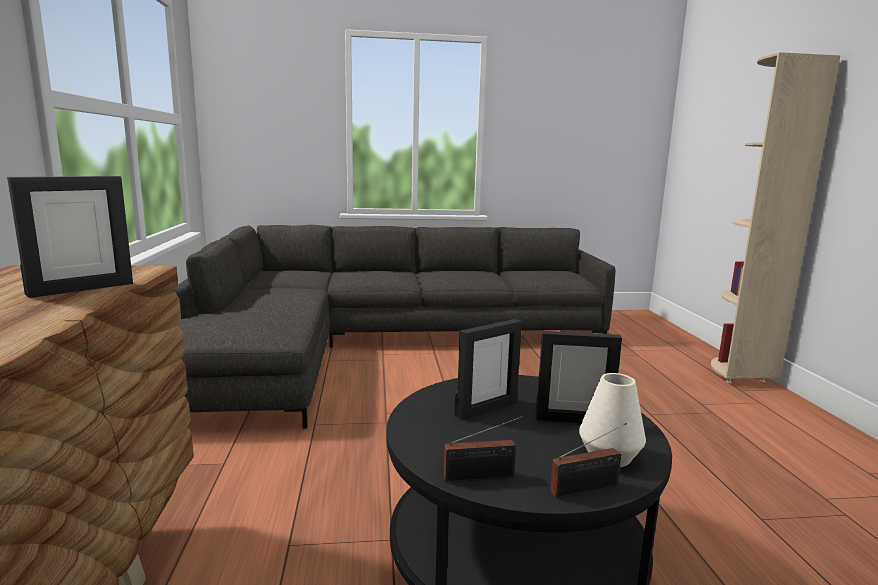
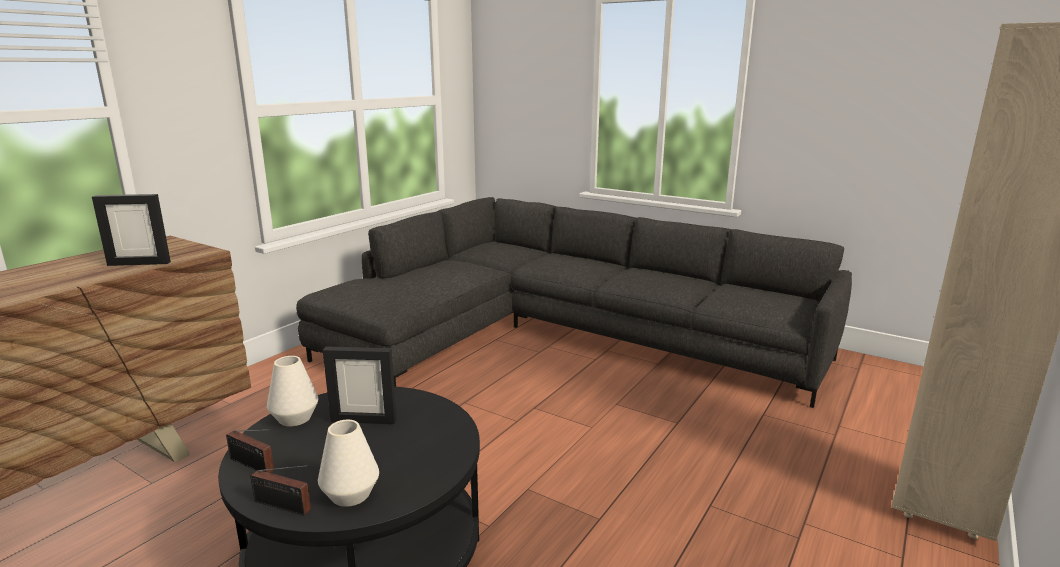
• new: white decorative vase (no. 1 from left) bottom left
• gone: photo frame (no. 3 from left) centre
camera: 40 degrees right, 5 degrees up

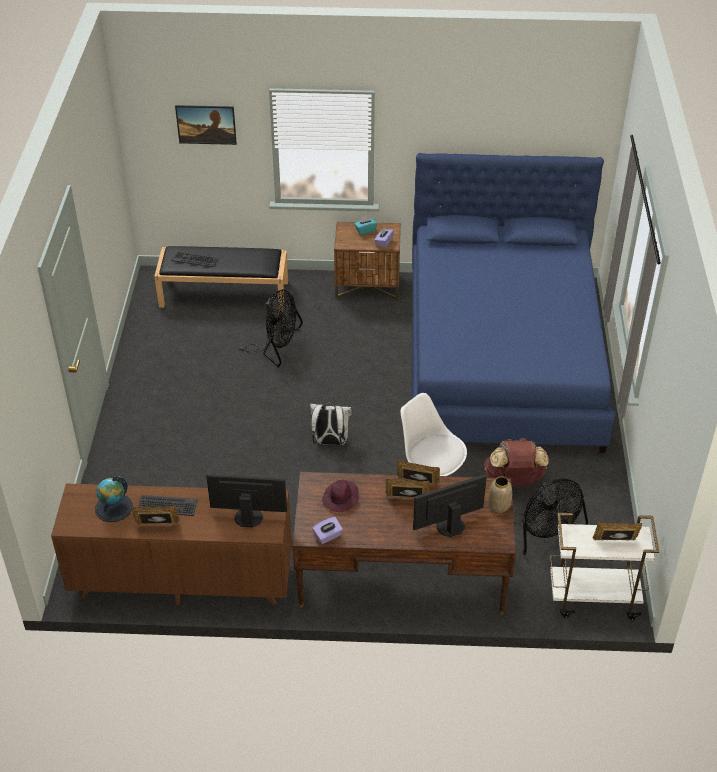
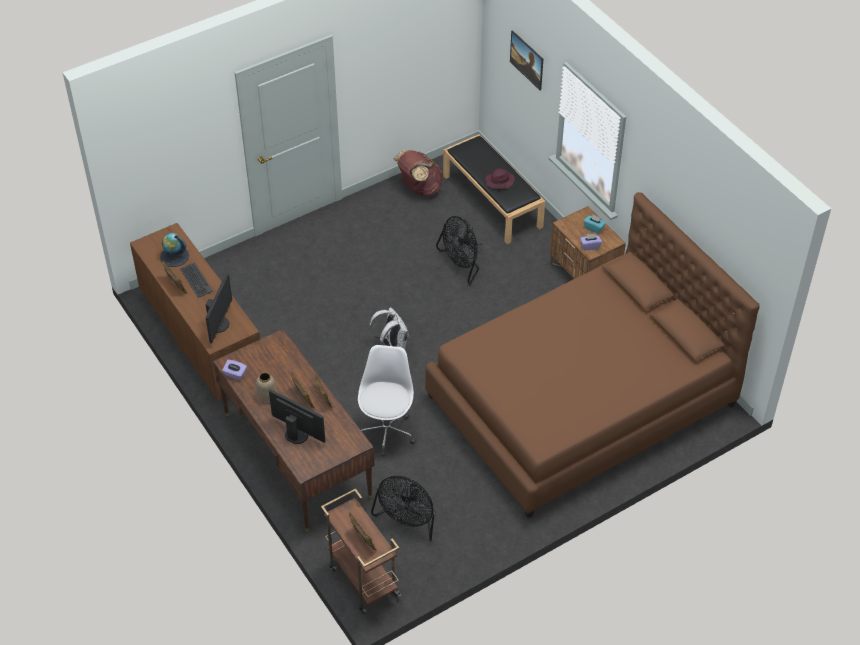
• rotated: computer display (no. 1 from left) centre = middle left 45 degrees clockwise
• shifted: decorative vase middle right to middle left
• repainted: white wheeled cart bottom right to brownish wheeled cart bottom centre
• shifted: brownish rucksack middle right to top centre
• repainted: bluish bed middle right to brownish bed middle right
• rotated: black-coloured fan (no. 1 from left in the first image) centre = centre 75 degrees clockwise
• shifted: purplish clothing hat centre to top centre
• gone: PC keyboard (no. 2 from left) middle left
camera: 55 degrees right, 5 degrees up

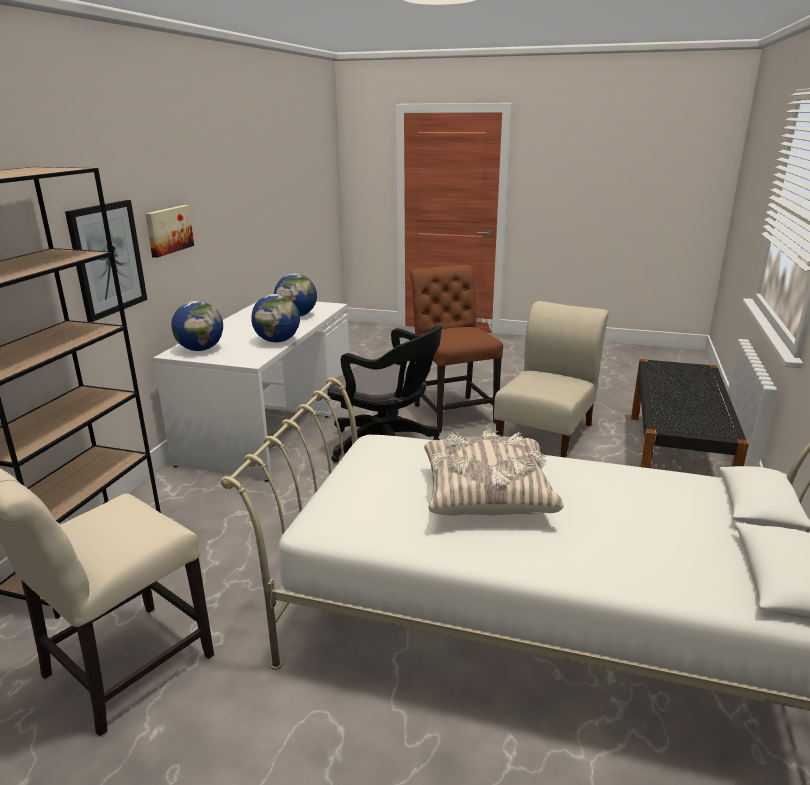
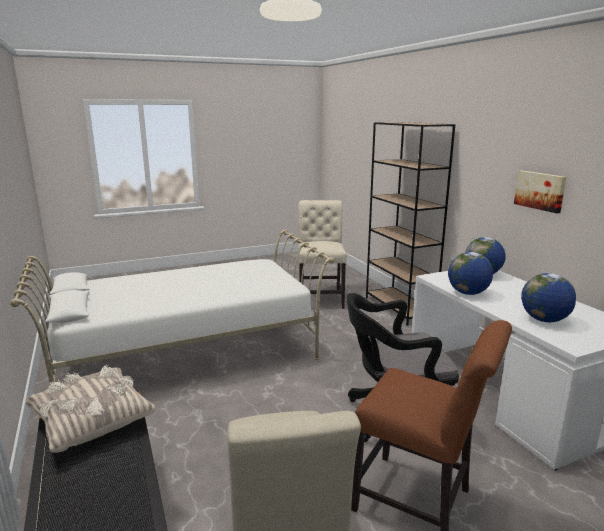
• shifted: sand-coloured cushion centre to bottom left
• gone: picture (no. 1 from left) top left
camera: 140 degrees right, 5 degrees down

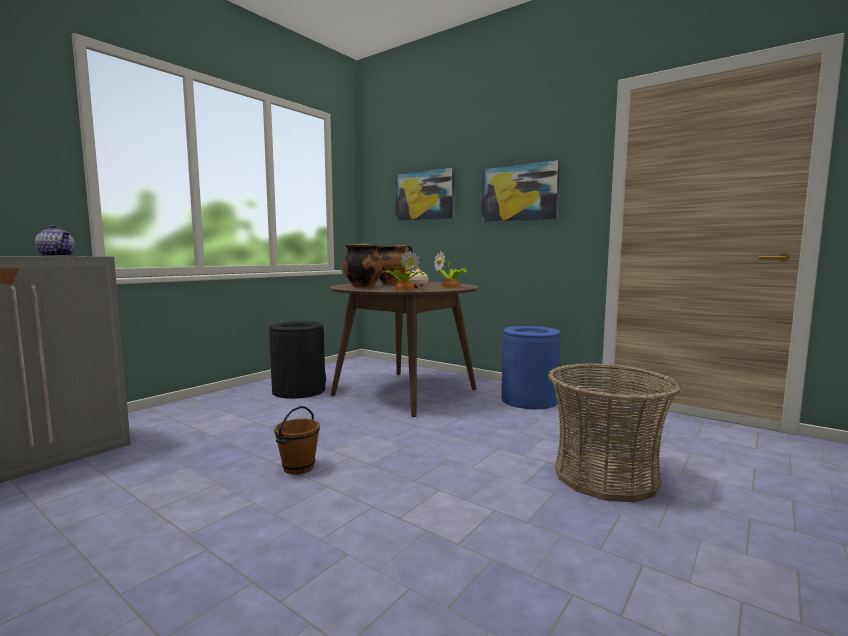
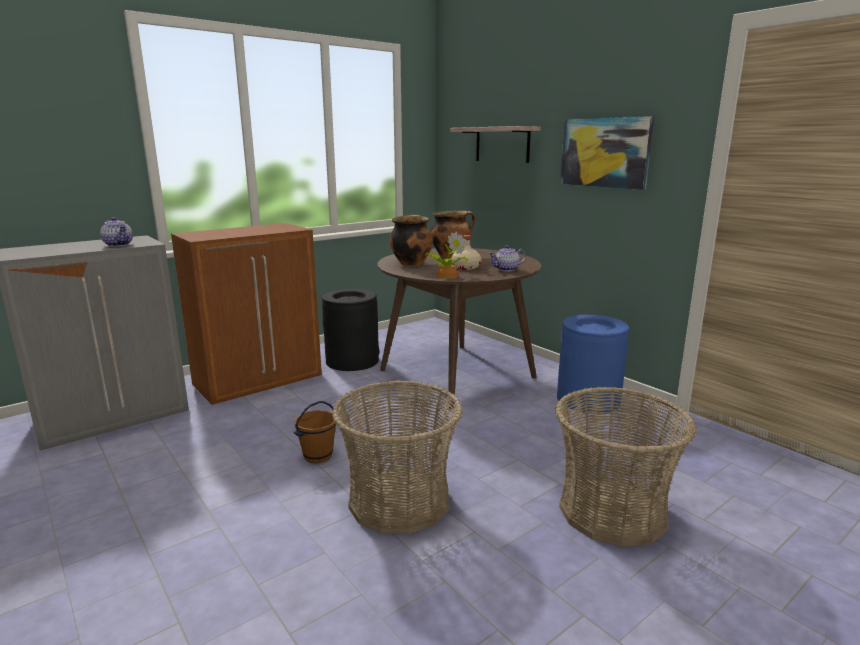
• new: brownish storage cabinet middle left
• new: basket (no. 1 from left) bottom centre
• swapped: picture (no. 1 from left) top centre to wall shelf top centre
• swapped: potted plant (no. 2 from left) centre to tea pot (no. 2 from left) centre
camera: 15 degrees right, 10 degrees up

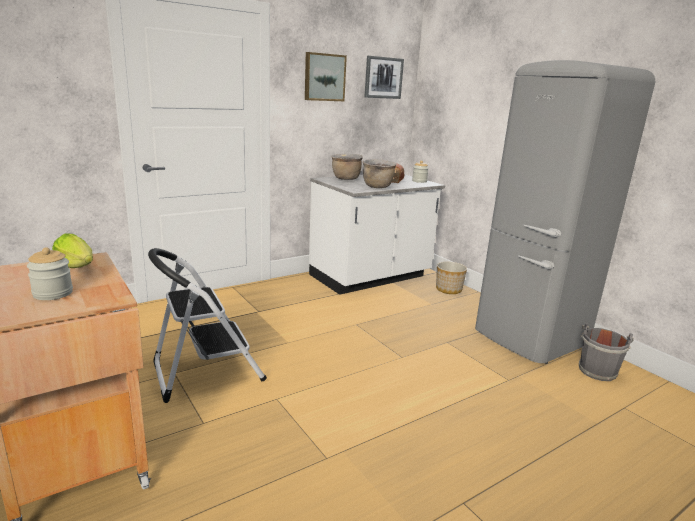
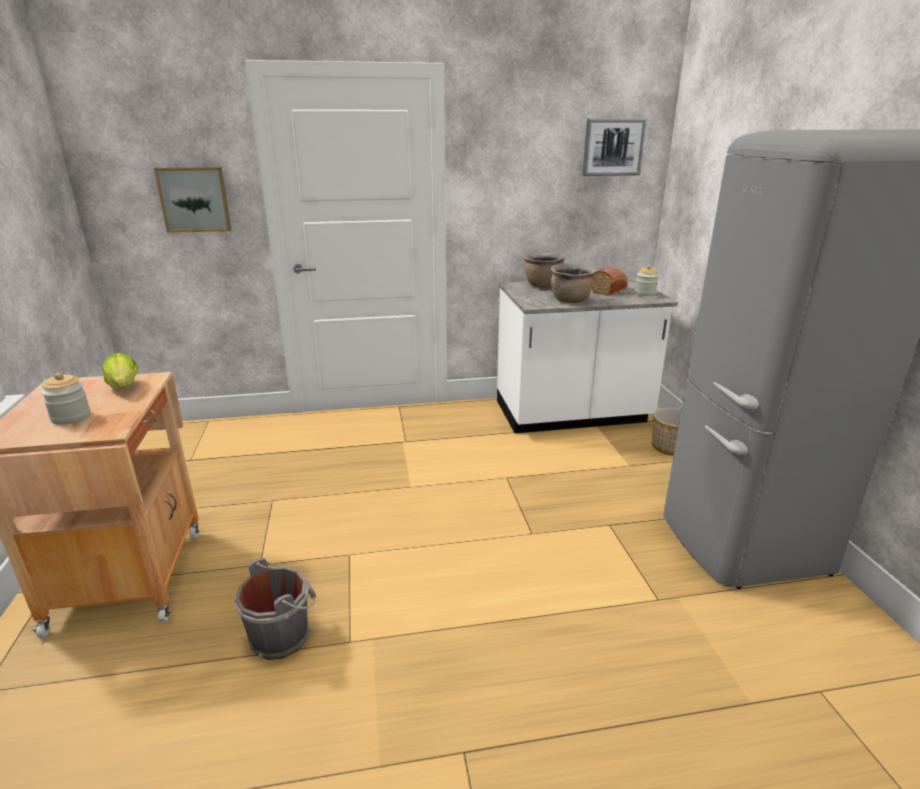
• shifted: picture (no. 1 from left) top centre to top left
• shifted: gray water bucket bottom right to bottom left
• gone: step ladder middle left
camera: 25 degrees right, 5 degrees up

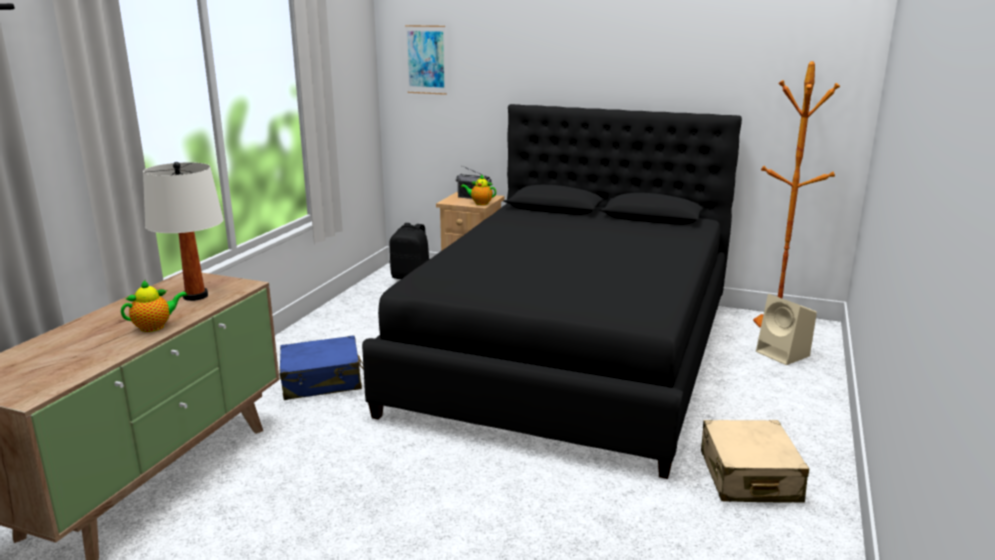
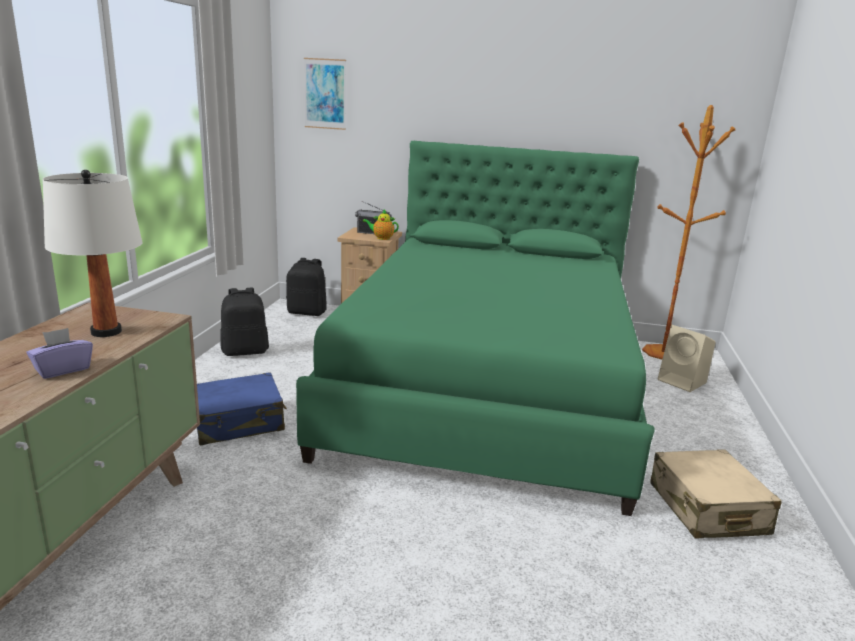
• swapped: tea pot (no. 1 from left) middle left to purplish box of tissues middle left
• new: black-coloured rucksack (no. 1 from left) middle left
• repainted: black-coloured bed centre to green-coloured bed centre
camera: 10 degrees left, 0 degrees up

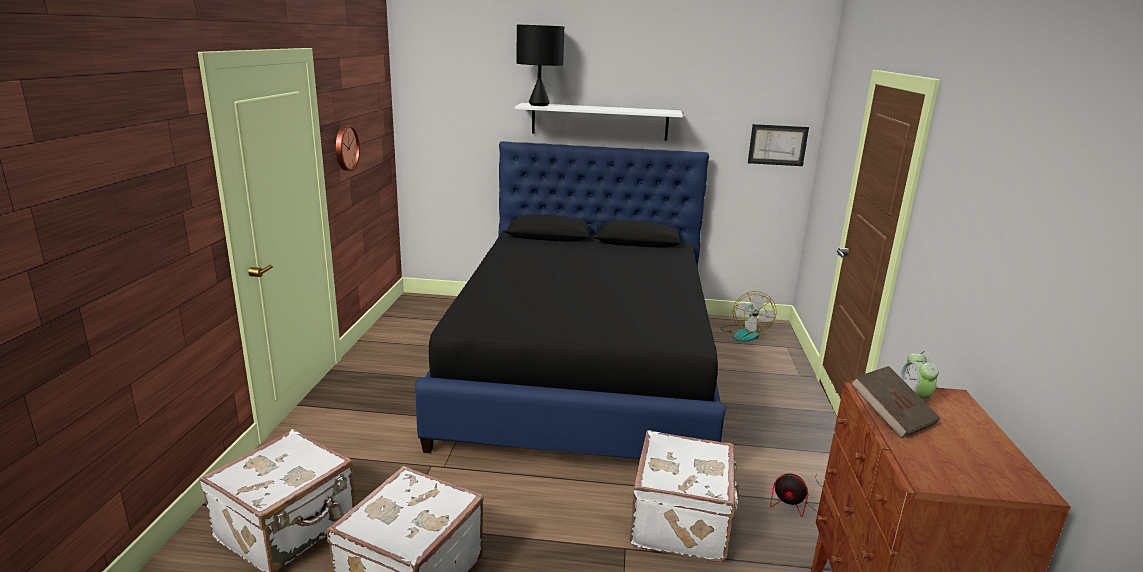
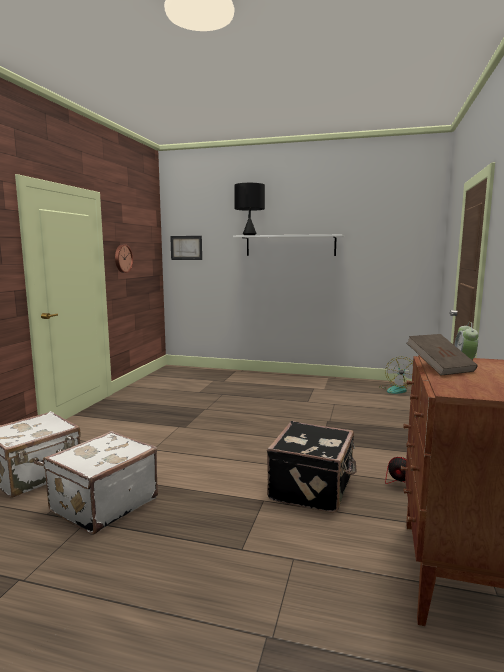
• shifted: picture top right to centre
• repainted: white piece of luggage (no. 3 from left) bottom centre to black-coloured piece of luggage bottom centre
• gone: black-coloured bed centre
camera: 10 degrees right, 10 degrees down

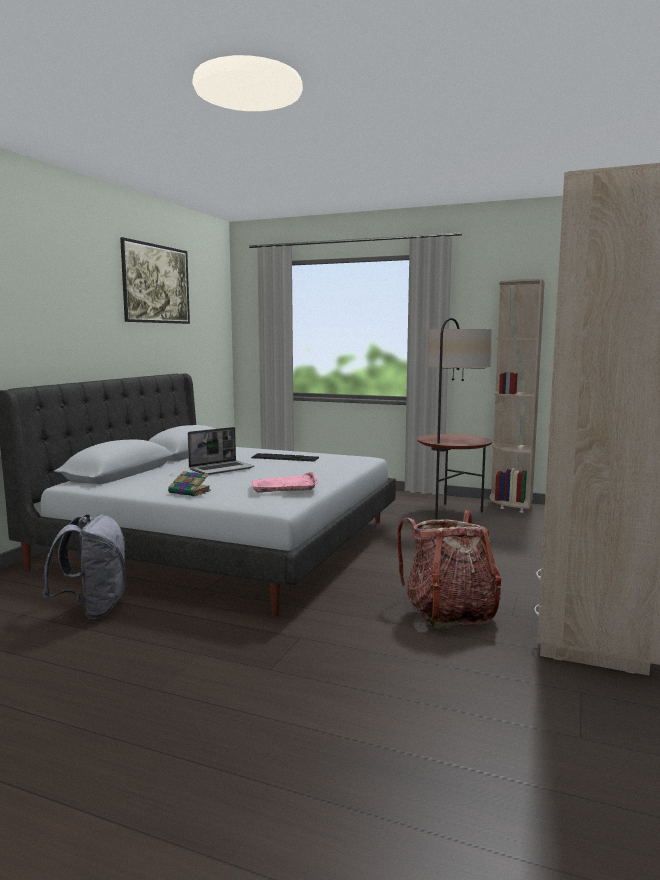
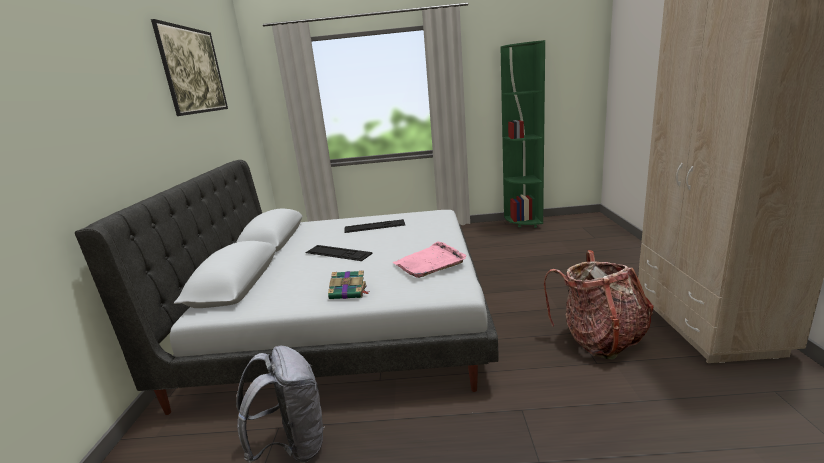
• swapped: portable computer centre to PC keyboard (no. 1 from left) centre
• repainted: sand-coloured bookcase middle right to green-coloured bookcase top centre
• gone: standard lamp middle right
camera: 20 degrees left, 10 degrees up

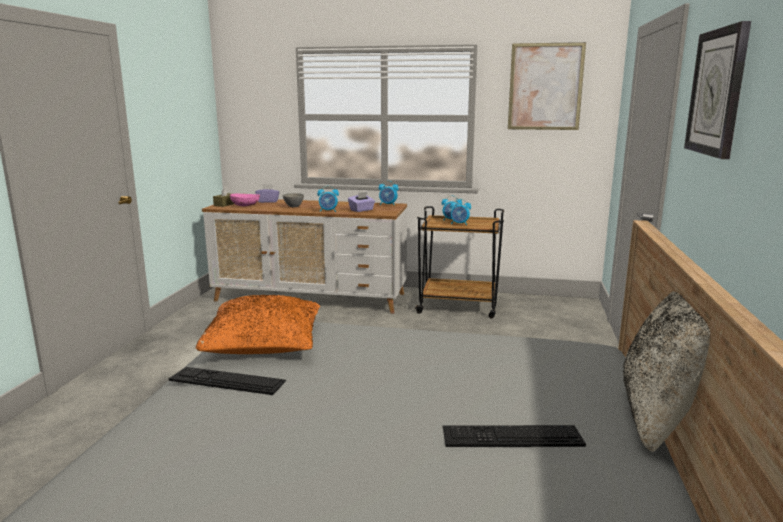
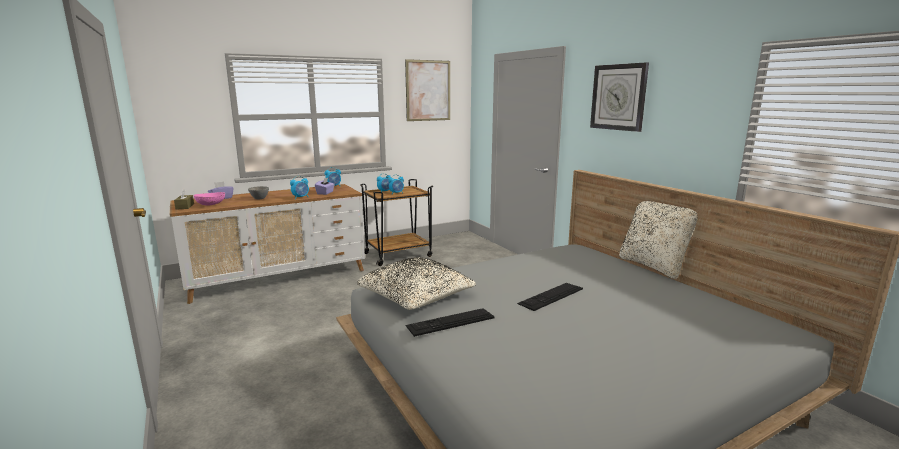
• repainted: orange-coloured cushion middle left to sand-coloured cushion (no. 1 from left) centre
• shifted: PC keyboard (no. 2 from left) bottom centre to centre
camera: 40 degrees left, 0 degrees up

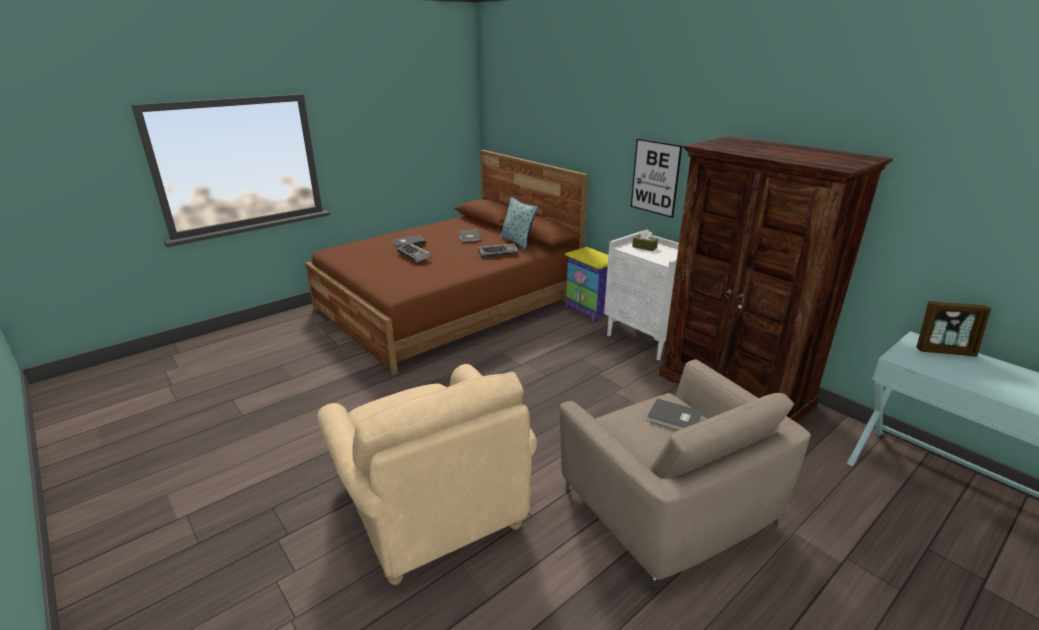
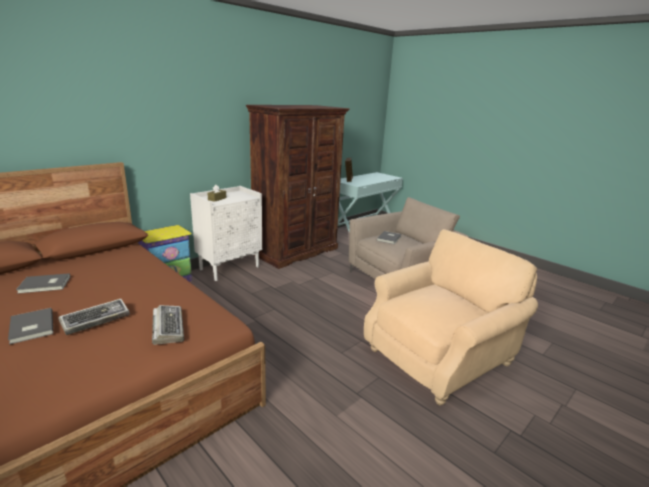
• shifted: PC keyboard (no. 2 from left) centre to bottom left
• gone: cushion centre
• gone: picture top centre
camera: 95 degrees left, 5 degrees down

